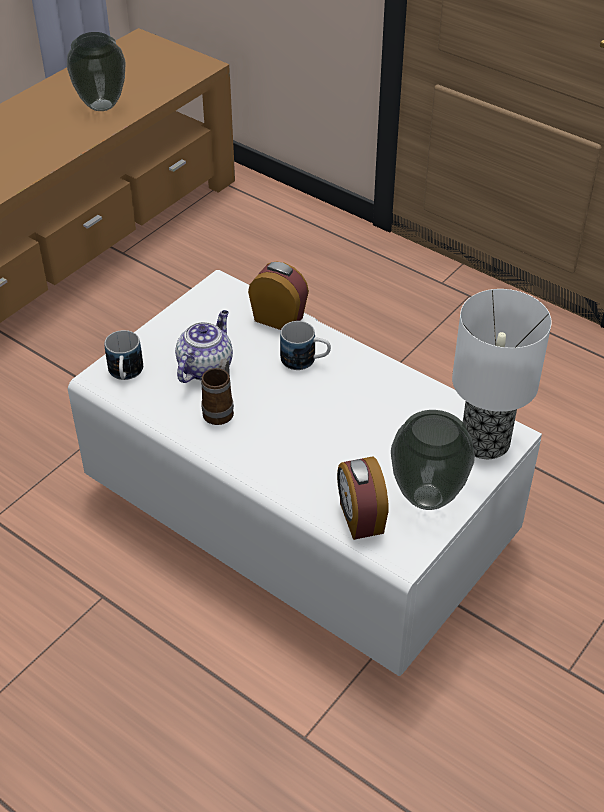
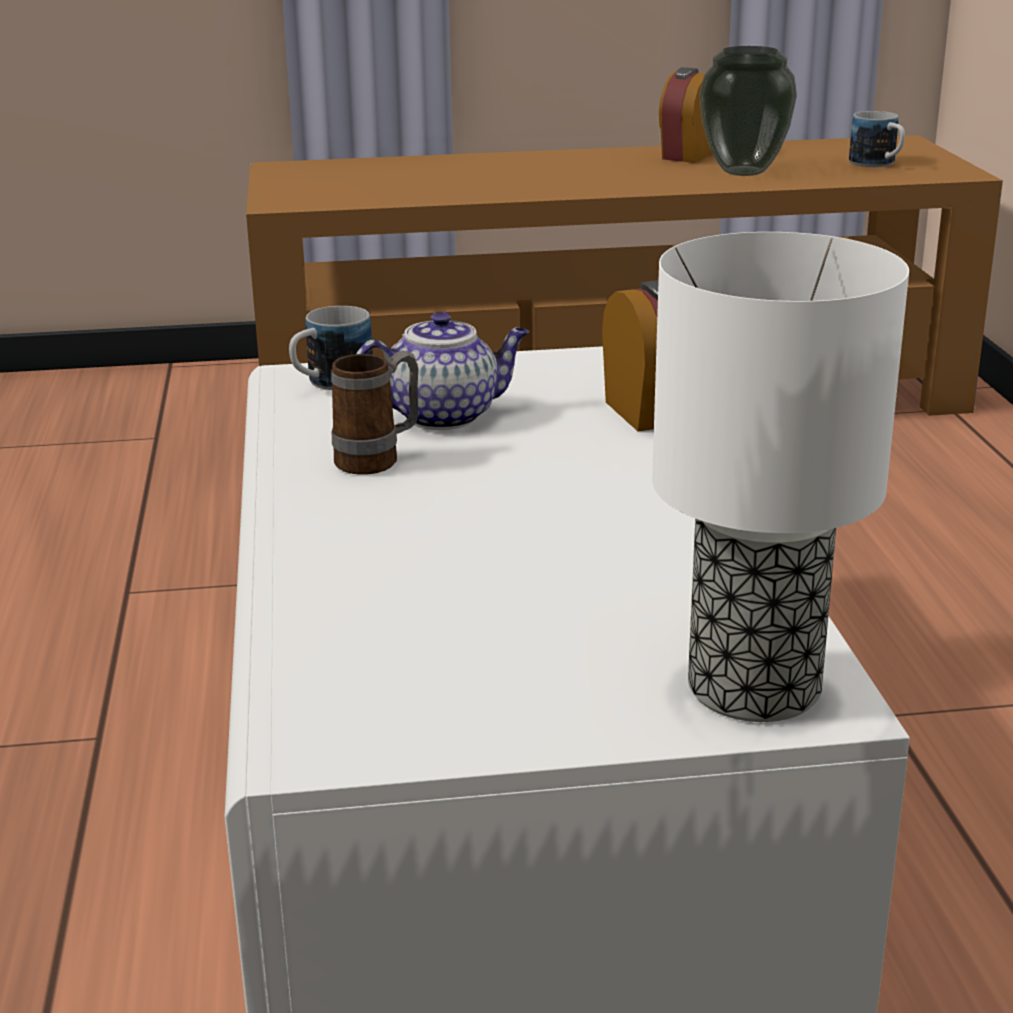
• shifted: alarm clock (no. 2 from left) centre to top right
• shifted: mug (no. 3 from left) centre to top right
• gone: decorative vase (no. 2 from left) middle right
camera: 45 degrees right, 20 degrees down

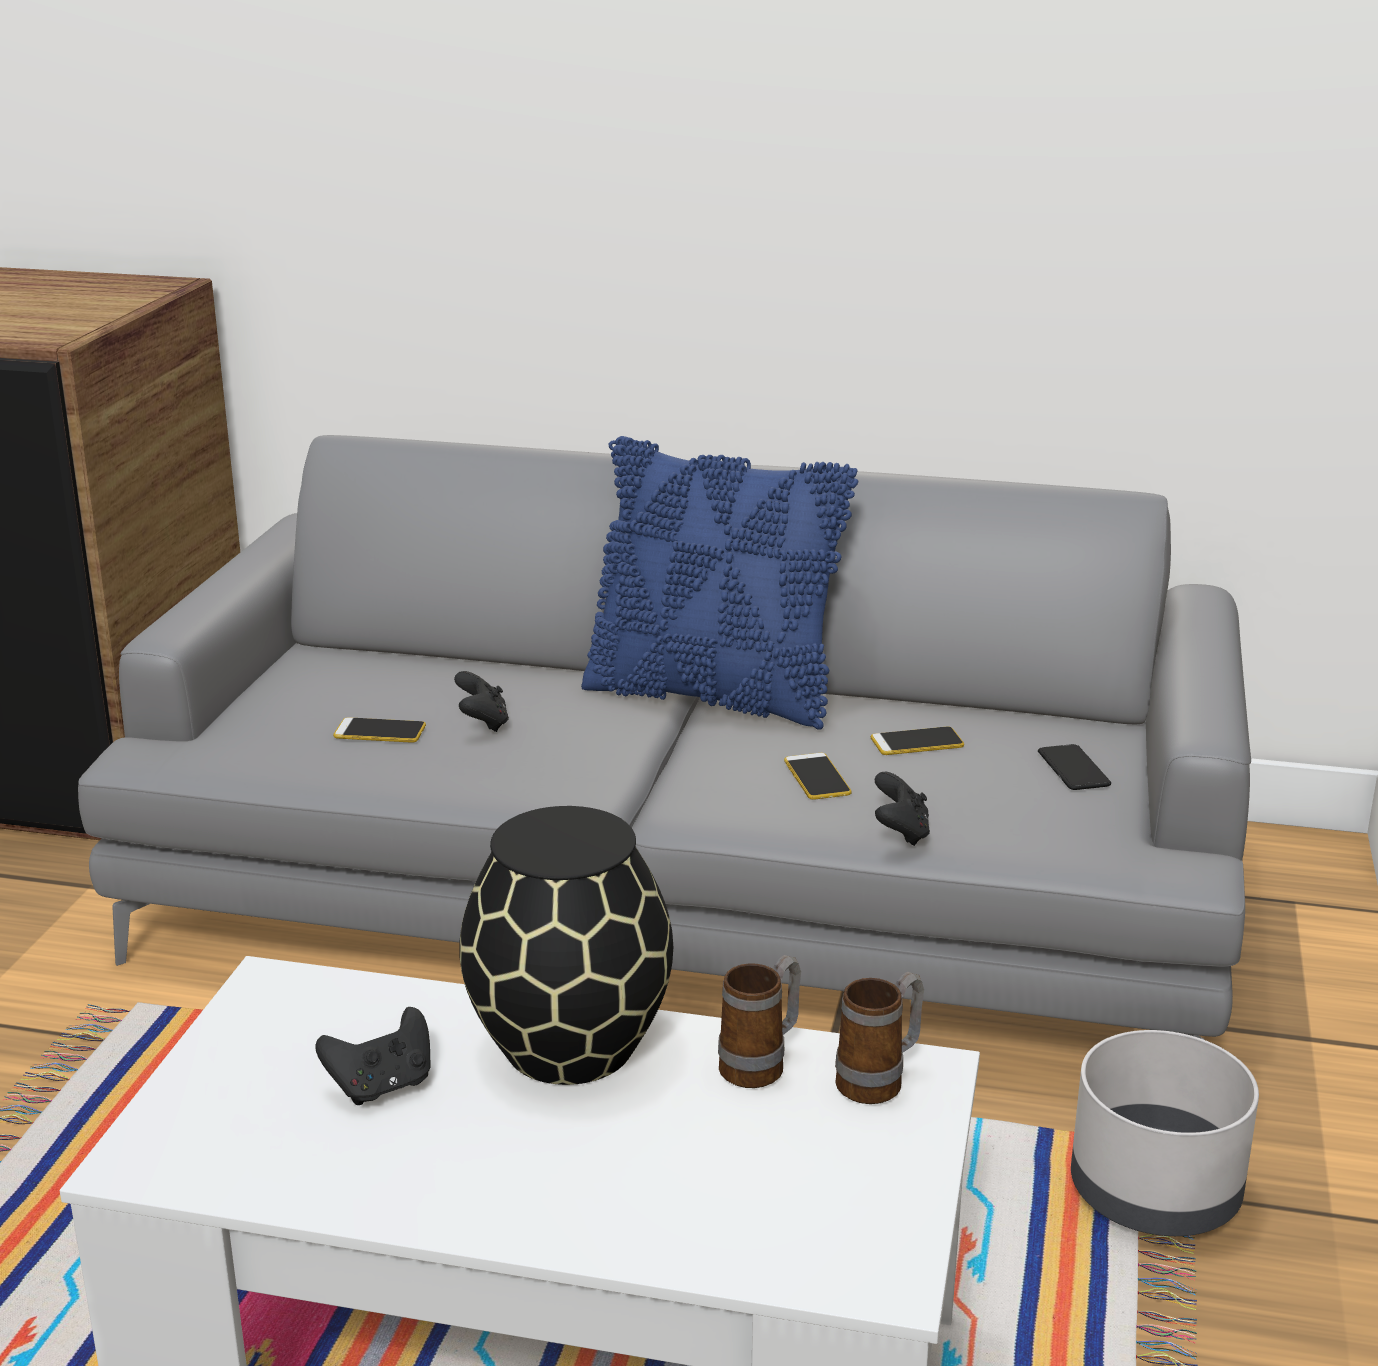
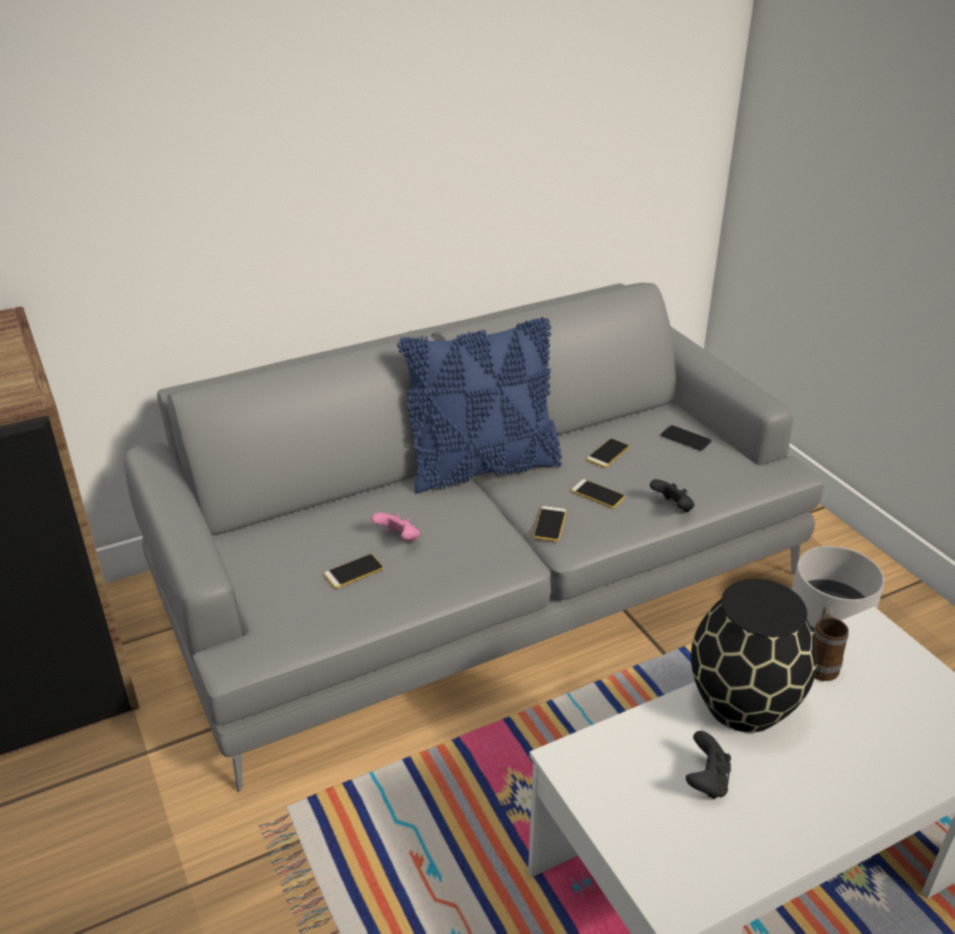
• repainted: black-coloured game controller (no. 2 from left) centre to pinkish game controller centre
• new: handset (no. 2 from left) centre
• gone: mug (no. 2 from left) bottom centre
camera: 40 degrees left, 10 degrees up

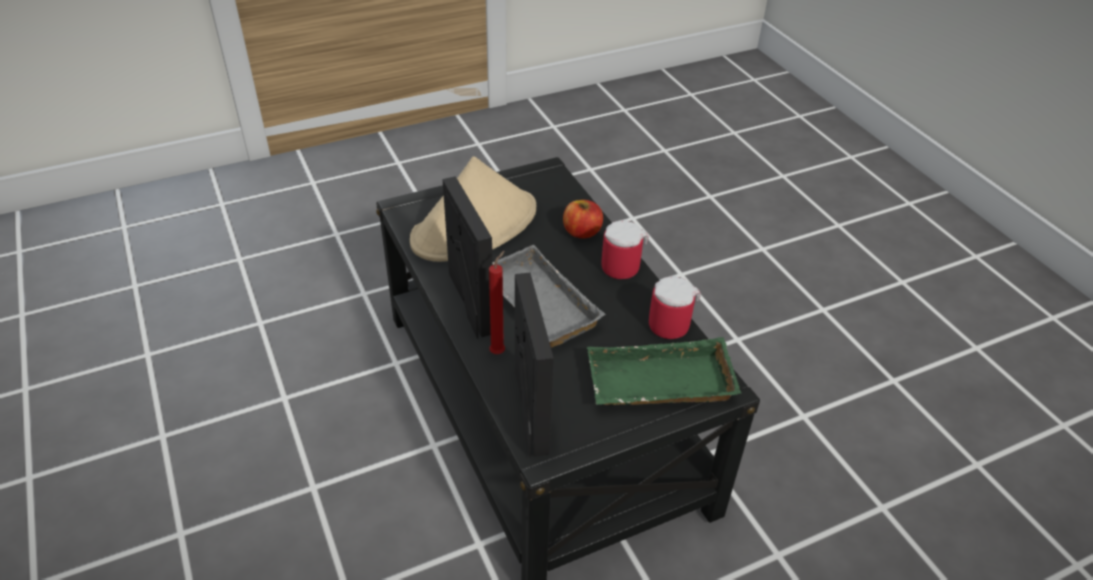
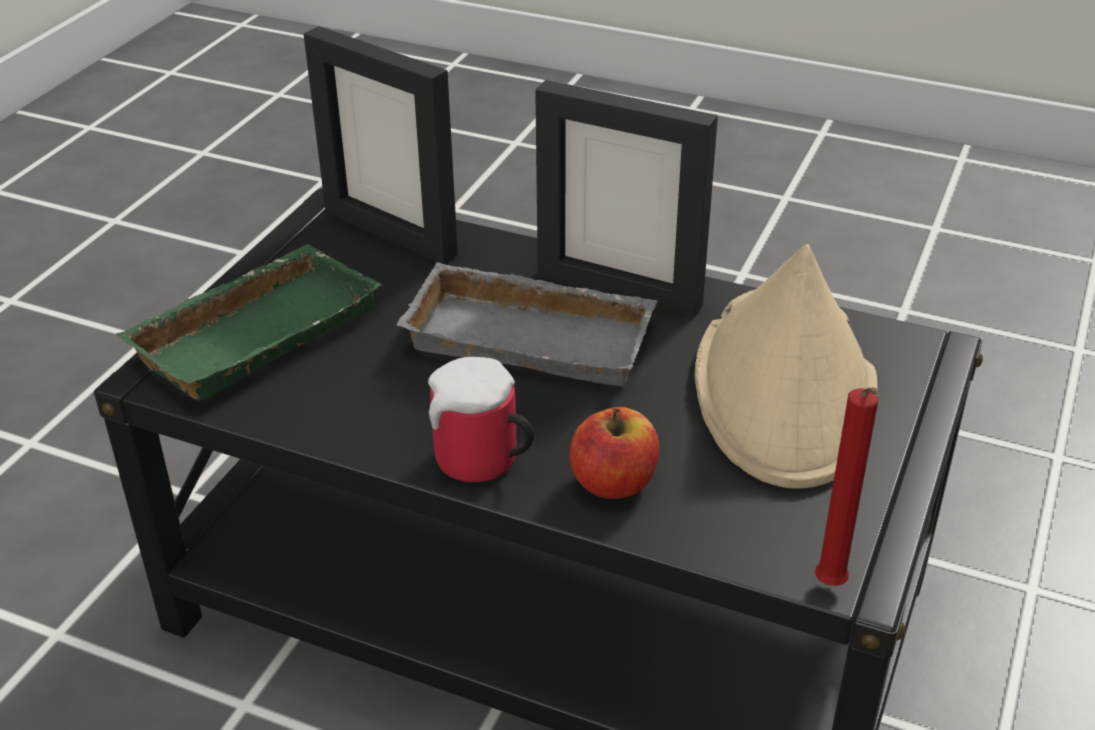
• shifted: red candle centre to middle right
• gone: mug (no. 2 from left) centre
camera: 140 degrees right, 5 degrees down

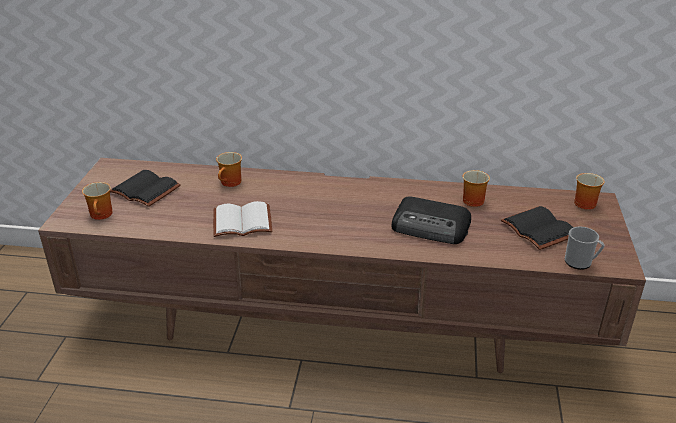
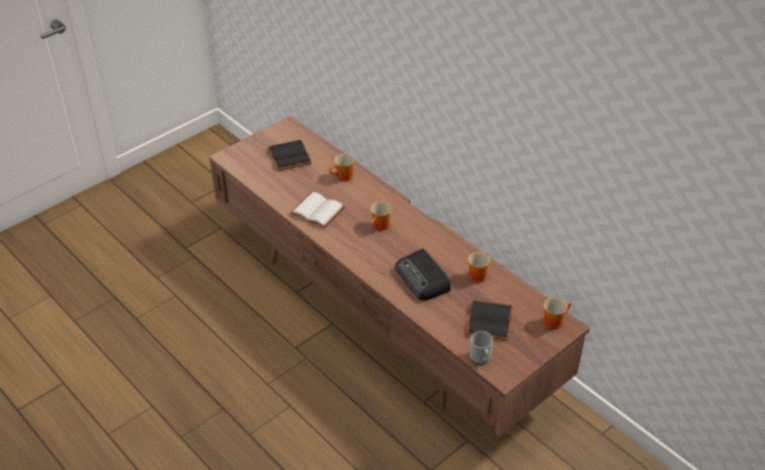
• shifted: mug (no. 1 from left in the first image) middle left to mug (no. 2 from left) centre
camera: 40 degrees right, 10 degrees up

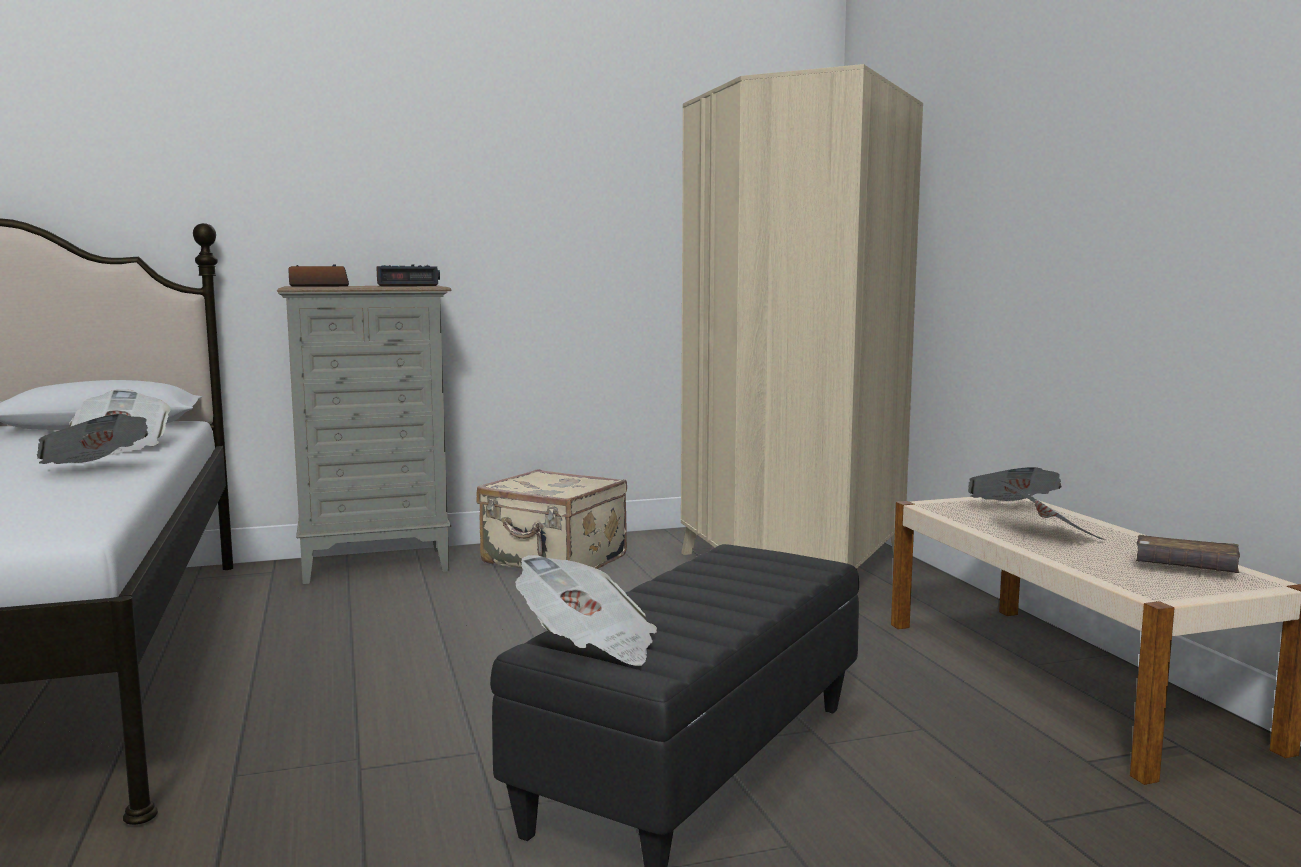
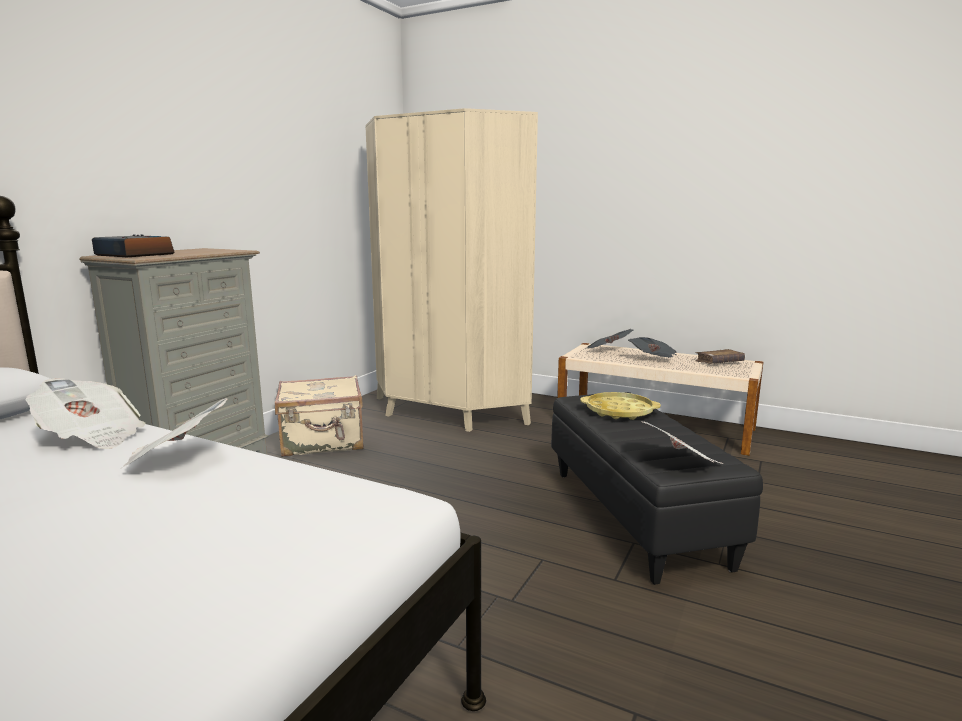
• new: yellow-coloured carrying tray centre
• gone: alarm clock (no. 2 from left) top left
camera: 45 degrees left, 5 degrees up

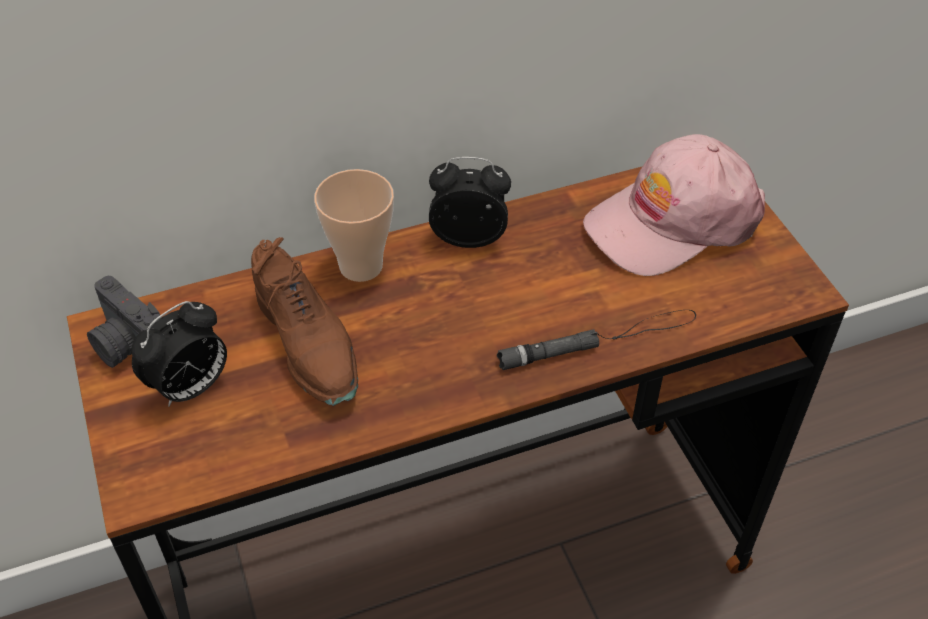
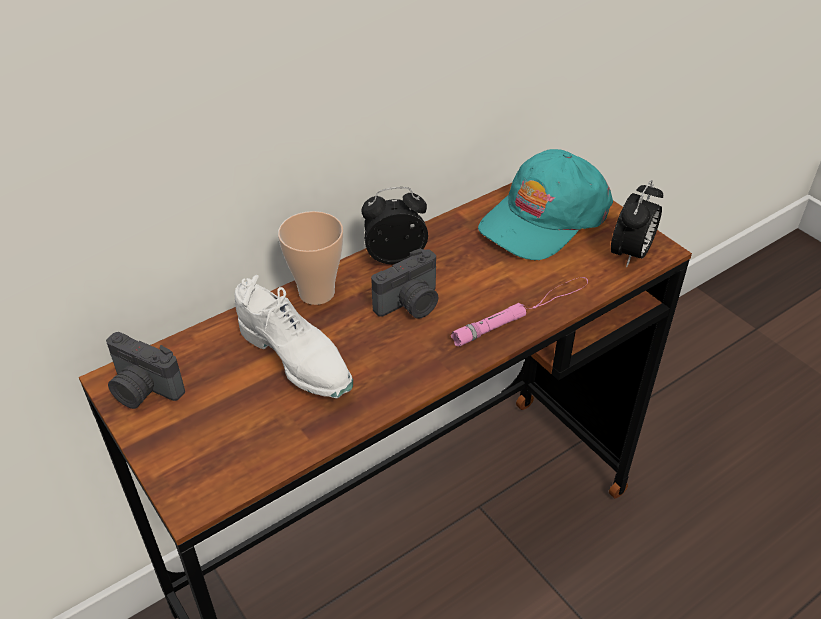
• repainted: brownish low shoe middle left to white low shoe centre
• new: photo camera (no. 2 from left) centre
• repainted: black-coloured torch centre to pinkish torch centre
• repainted: pinkish peaked cap top right to turquoise peaked cap top centre
• shifted: alarm clock (no. 1 from left in the first image) middle left to alarm clock (no. 2 from left) middle right
camera: 15 degrees left, 5 degrees down

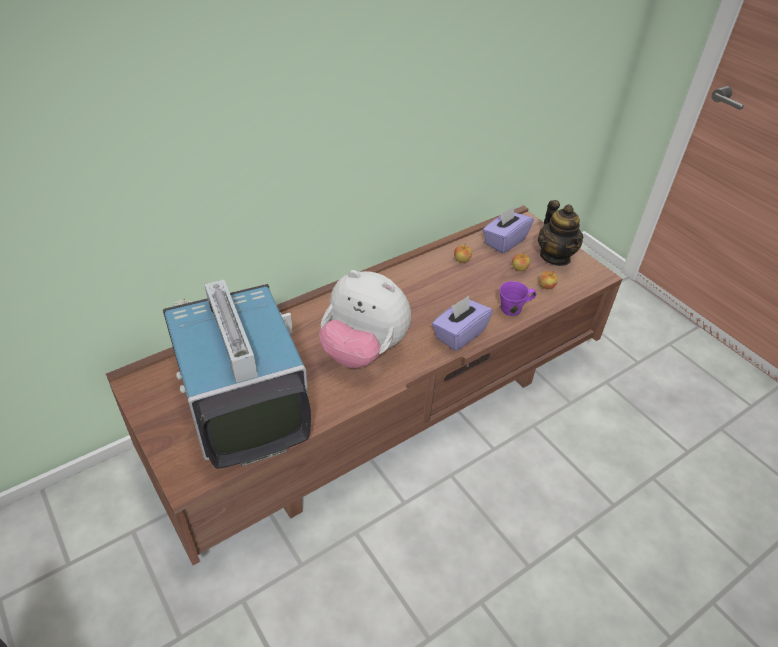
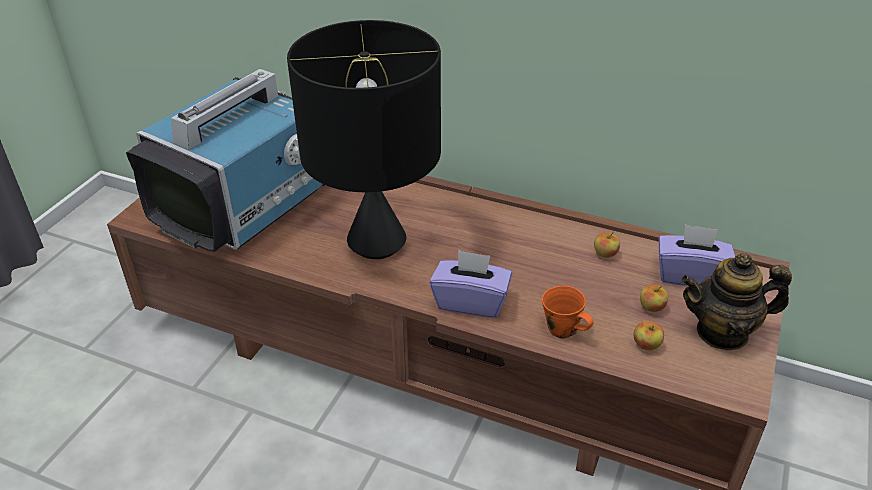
• swapped: soft toy centre to black-coloured tabletop lamp top centre
• repainted: purplish mug centre to orange-coloured mug centre
• rotated: tea pot middle right = middle right 45 degrees clockwise
camera: 60 degrees right, 5 degrees down

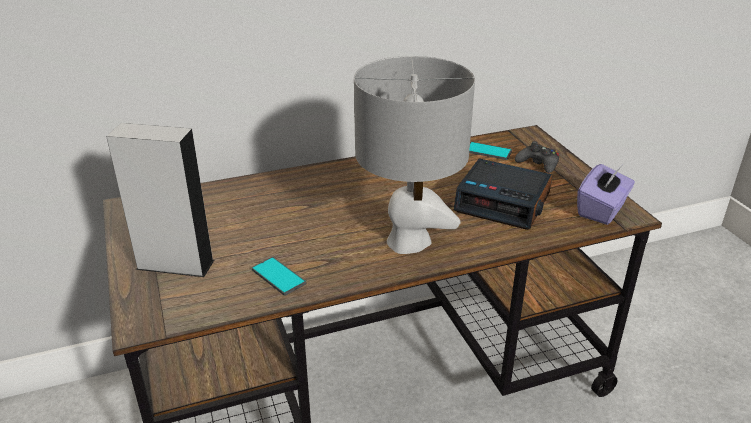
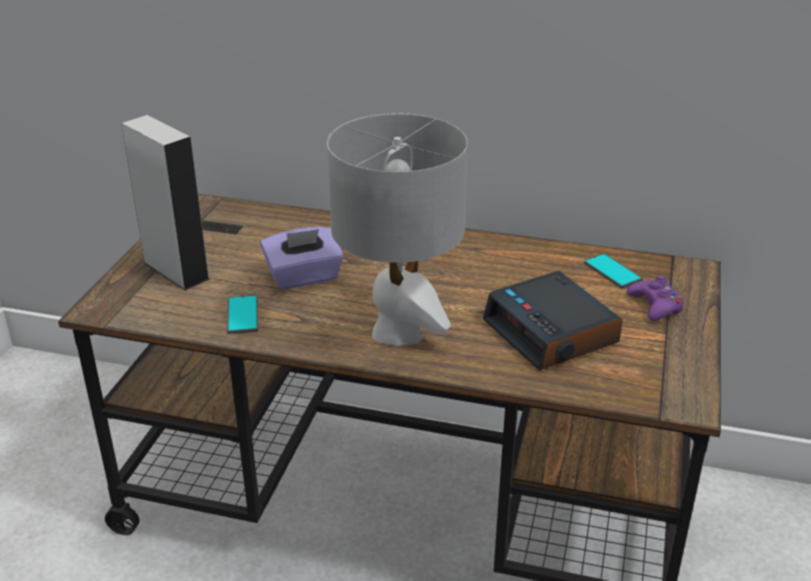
• shifted: purplish box of tissues middle right to centre
• repainted: black-coloured game controller middle right to purplish game controller middle right
camera: 35 degrees right, 0 degrees up

